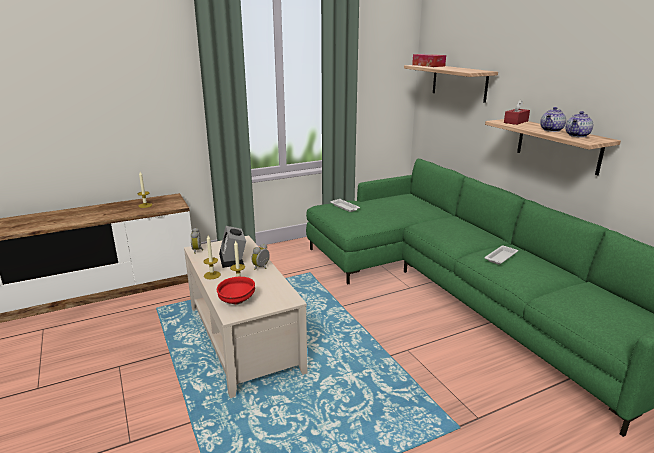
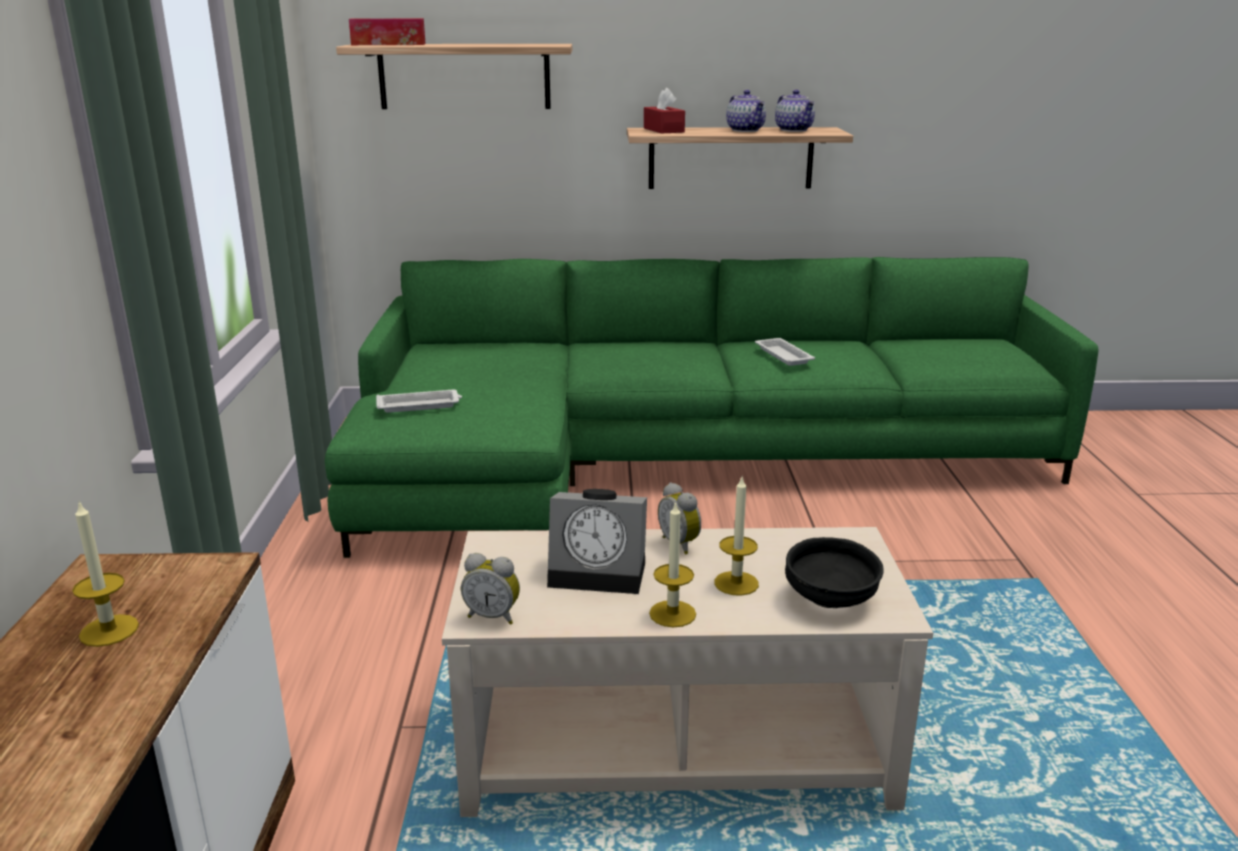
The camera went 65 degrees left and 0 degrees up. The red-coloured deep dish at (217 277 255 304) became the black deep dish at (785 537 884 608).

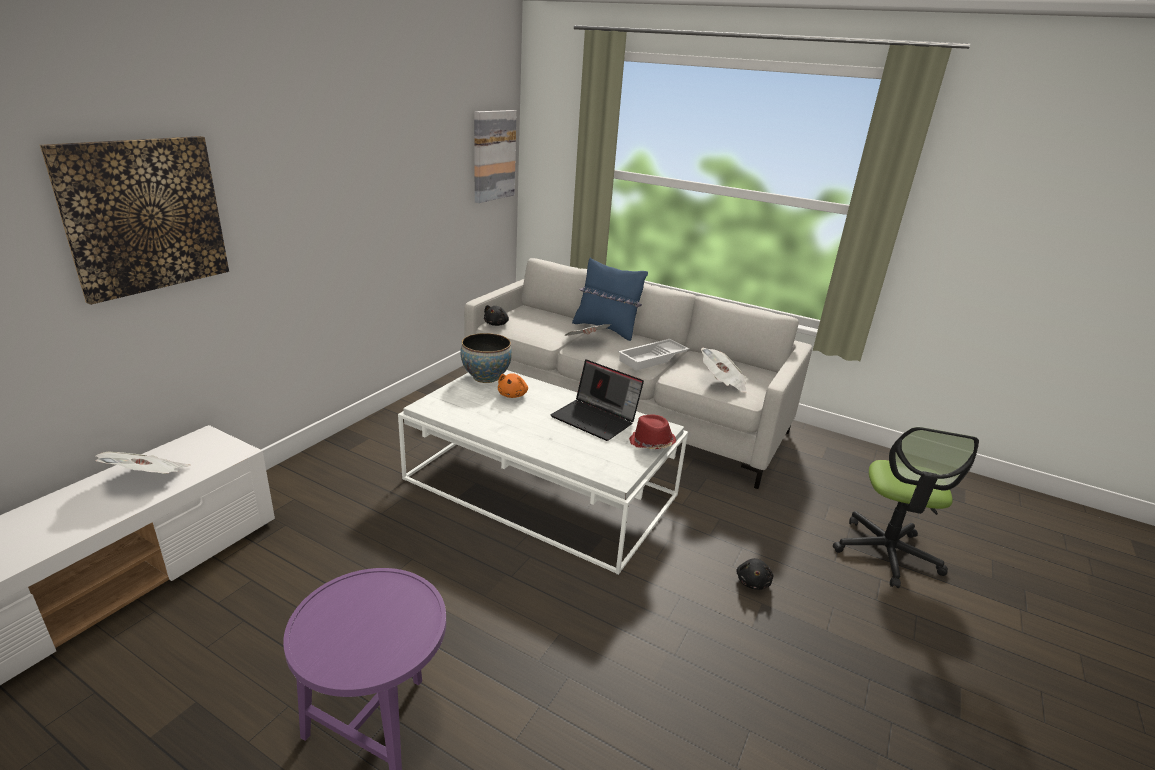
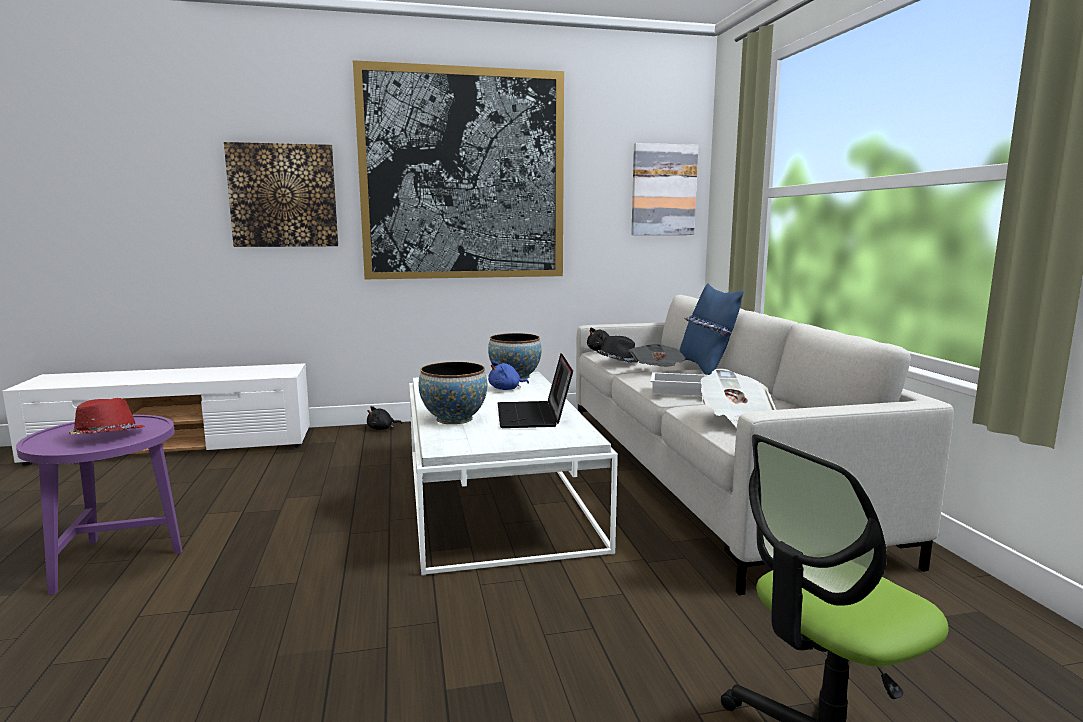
The camera went 50 degrees right and 15 degrees down. The red-coloured clothing hat moved from (629 414 676 449) to (69 398 145 434). The picture at (353 60 564 279) appeared. The black soft toy moved from (736 558 773 590) to (367 406 402 430). The deep dish at (419 362 487 424) appeared. The orange soft toy at (498 373 528 398) became the blue soft toy at (488 361 529 390). The black clothing hat at (596 336 638 363) appeared. The daily paper at (95 452 191 474) disappeared.

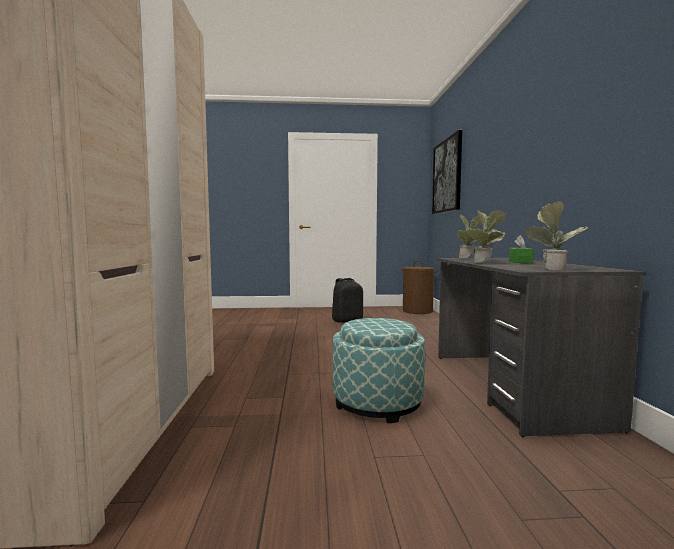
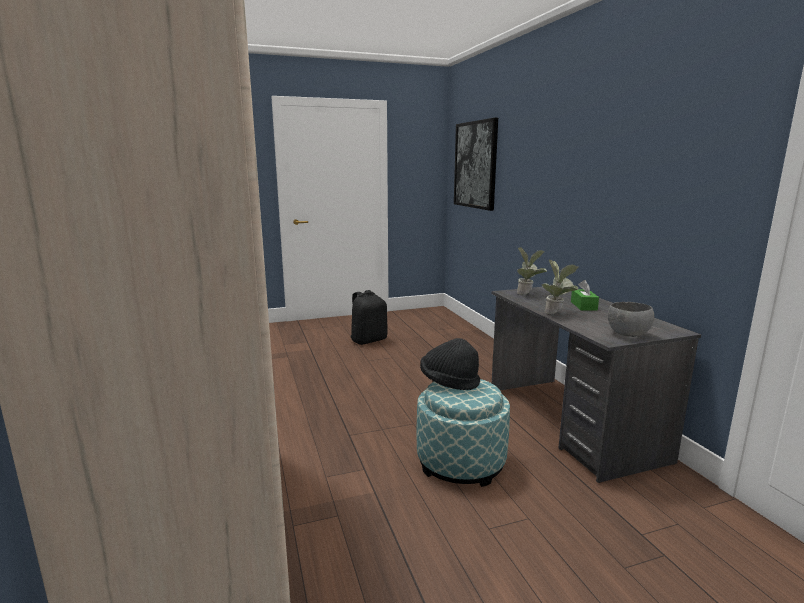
The camera went 15 degrees left and 10 degrees up. The black clothing hat at (420 338 480 390) appeared. The houseplant at (524 201 588 271) was replaced by the greyish deep dish at (608 302 654 337). The brown-coloured hamper at (400 261 438 314) disappeared.

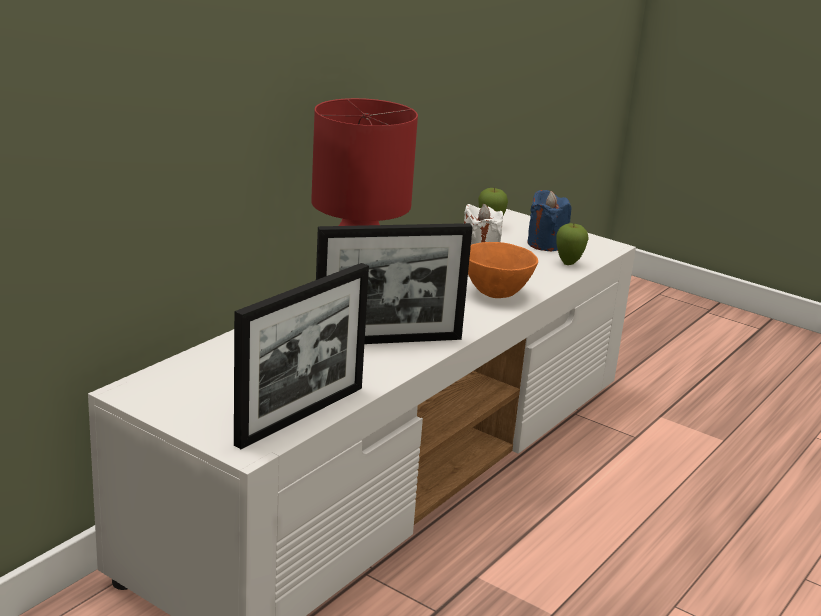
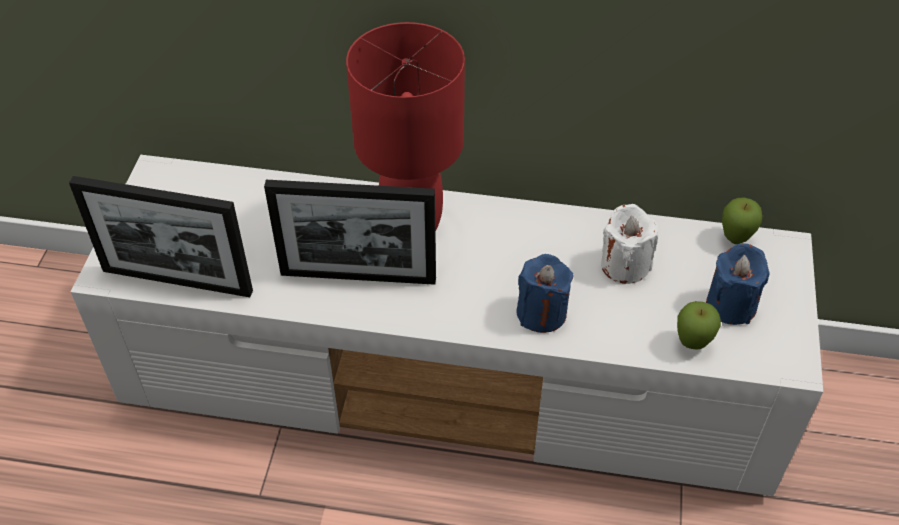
The camera went 65 degrees right and 25 degrees up. The photo frame at (316 223 473 344) turned 45 degrees counterclockwise. The orange deep dish at (468 242 538 298) was replaced by the blue wax candle at (516 254 573 333).

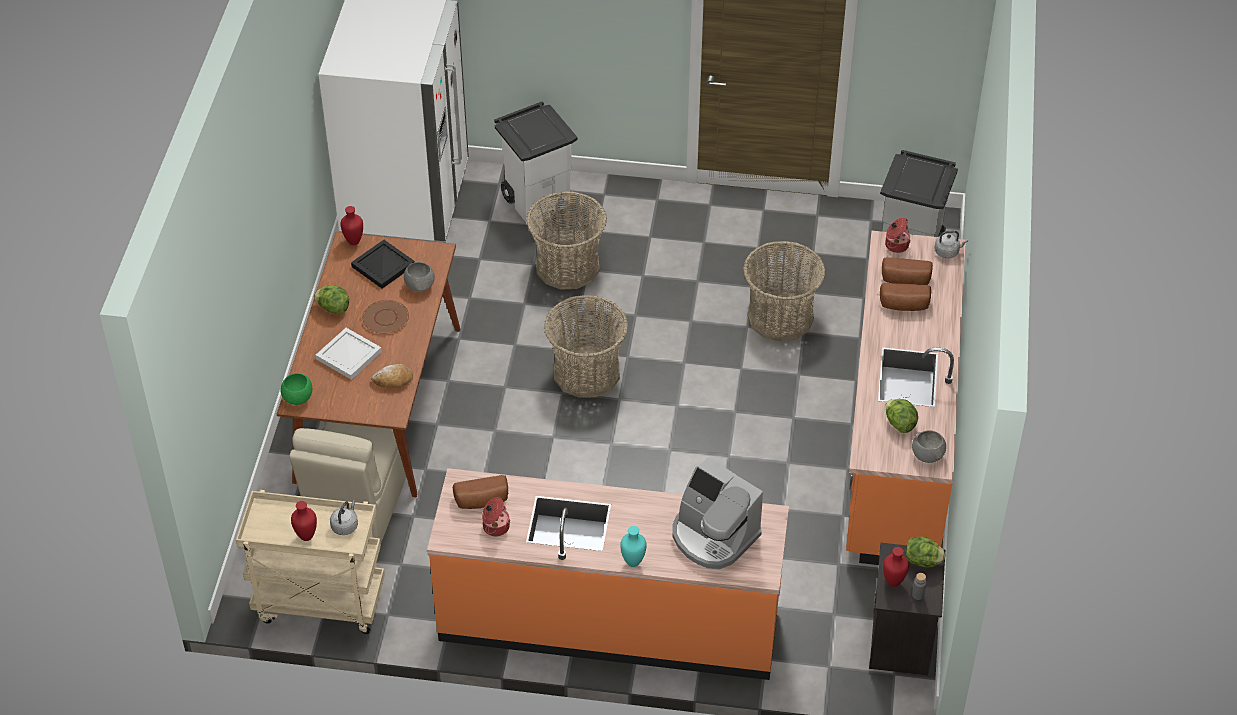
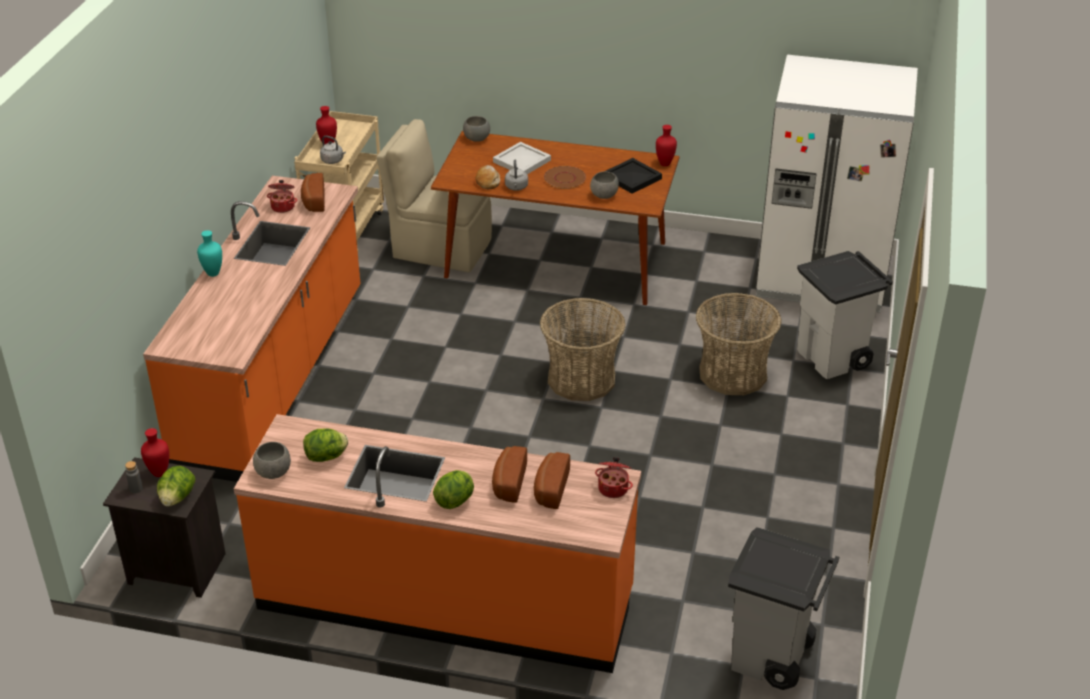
The camera went 95 degrees right and 10 degrees down. The head of lettuce moved from (314 285 349 314) to (433 470 474 509). The greenish deep dish at (280 373 312 405) became the greyish deep dish at (463 116 490 142). The greyish kettle moved from (934 230 968 258) to (505 160 528 191). The coffee machine at (672 458 763 569) disappeared. The storage basket at (743 241 825 342) disappeared.

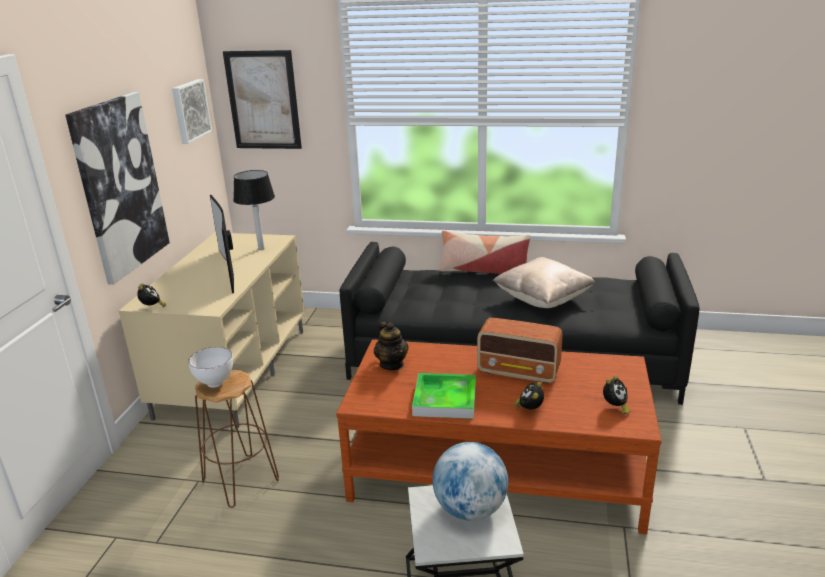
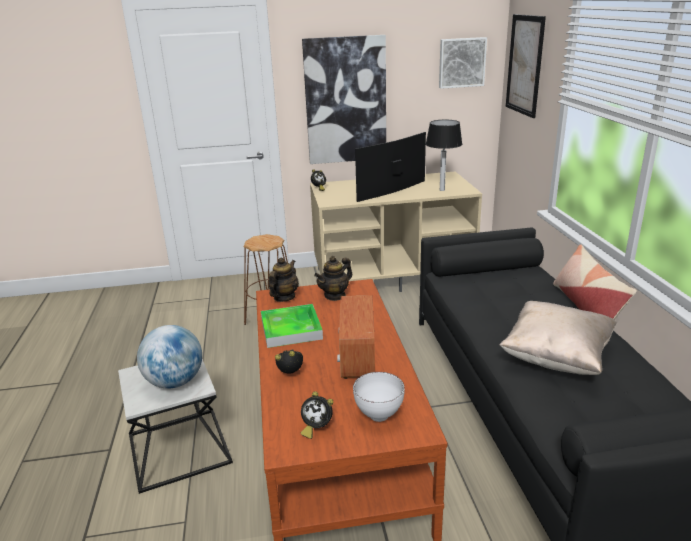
The camera went 70 degrees right and 0 degrees up. The tea pot at (268 258 299 302) appeared. The white deep dish moved from (188 347 233 388) to (353 372 405 422).

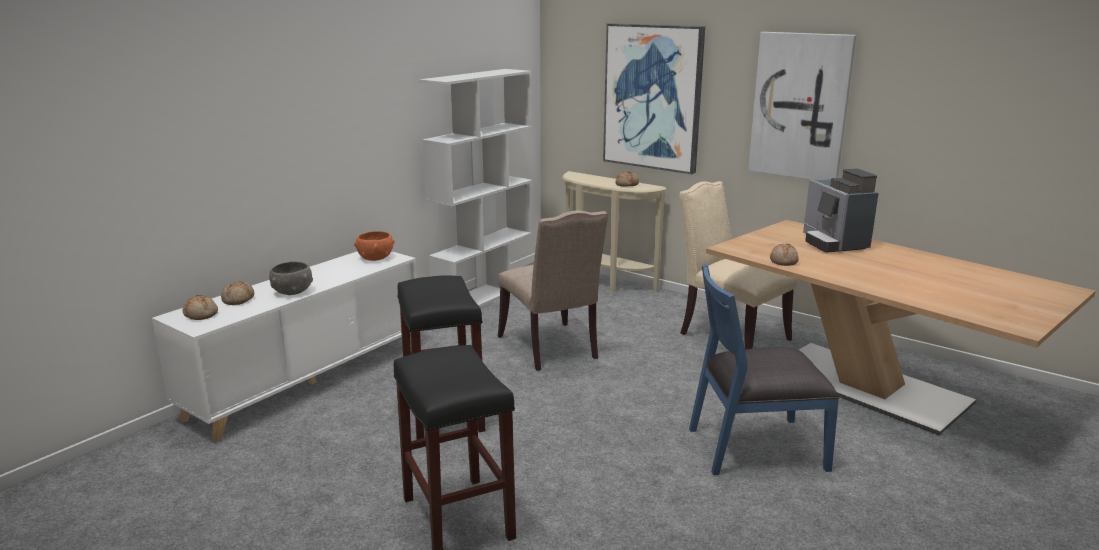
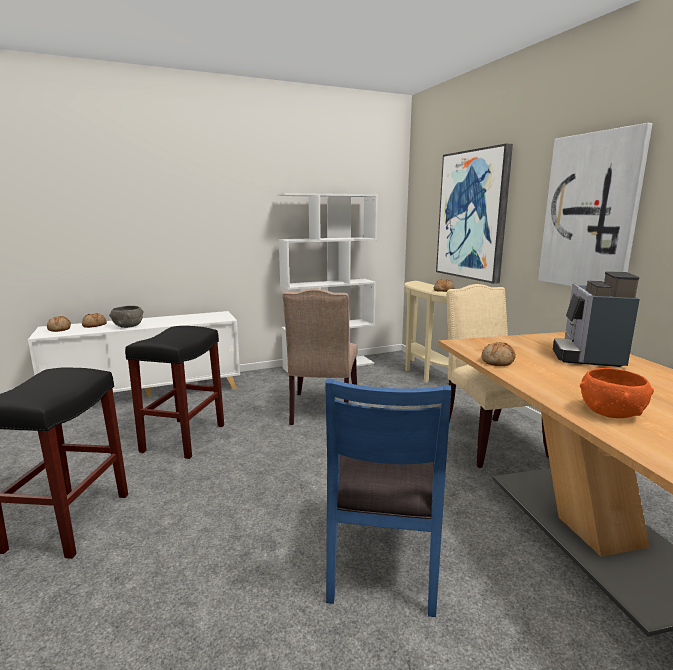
The camera went 30 degrees right and 5 degrees down. The blue upright chair at (689 264 839 475) turned 105 degrees counterclockwise. The orange deep dish moved from (354 231 395 261) to (580 368 654 418).

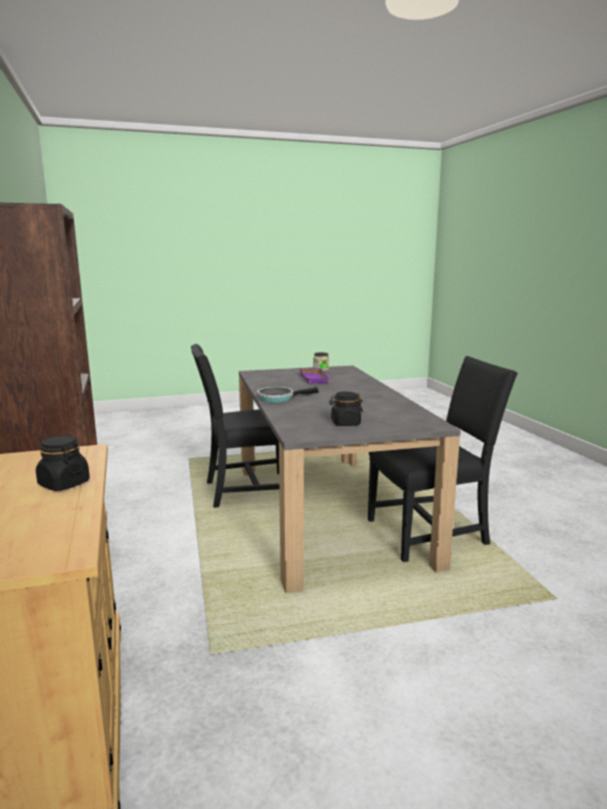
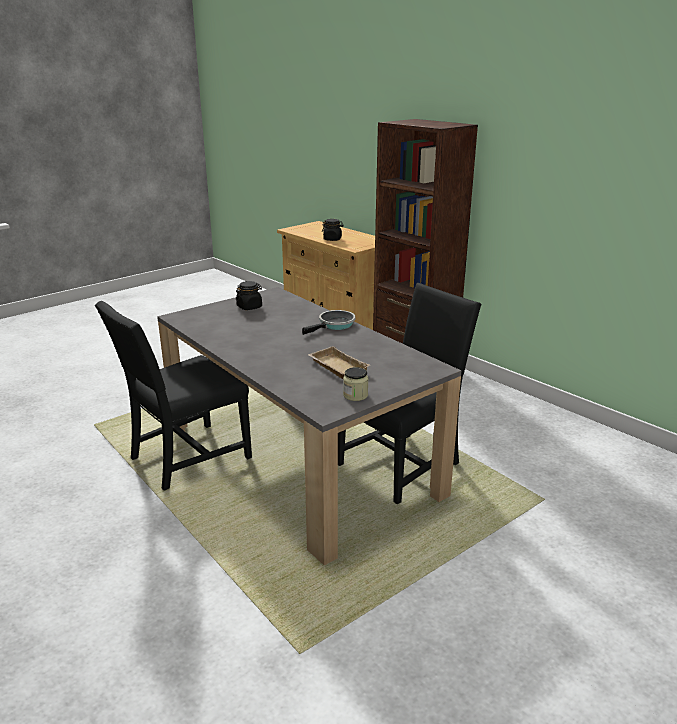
The camera went 155 degrees right and 10 degrees up. The purple-coloured tray at (299 368 332 384) became the sand-coloured tray at (308 346 370 379).

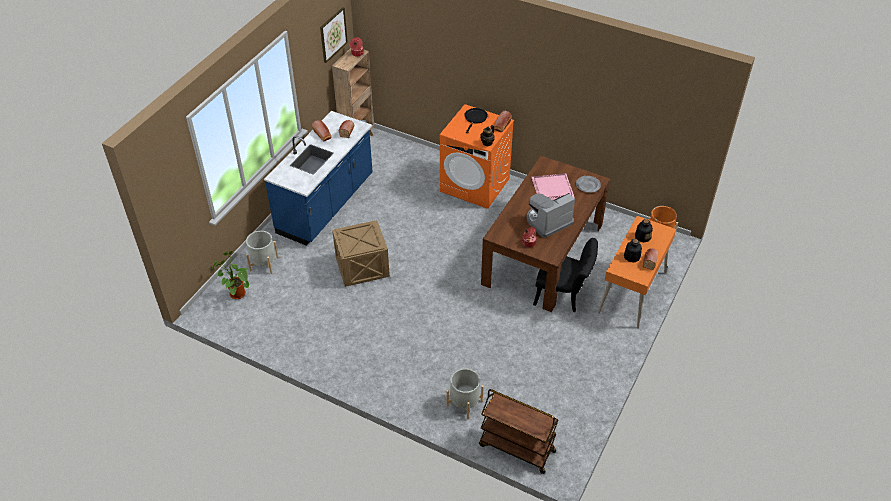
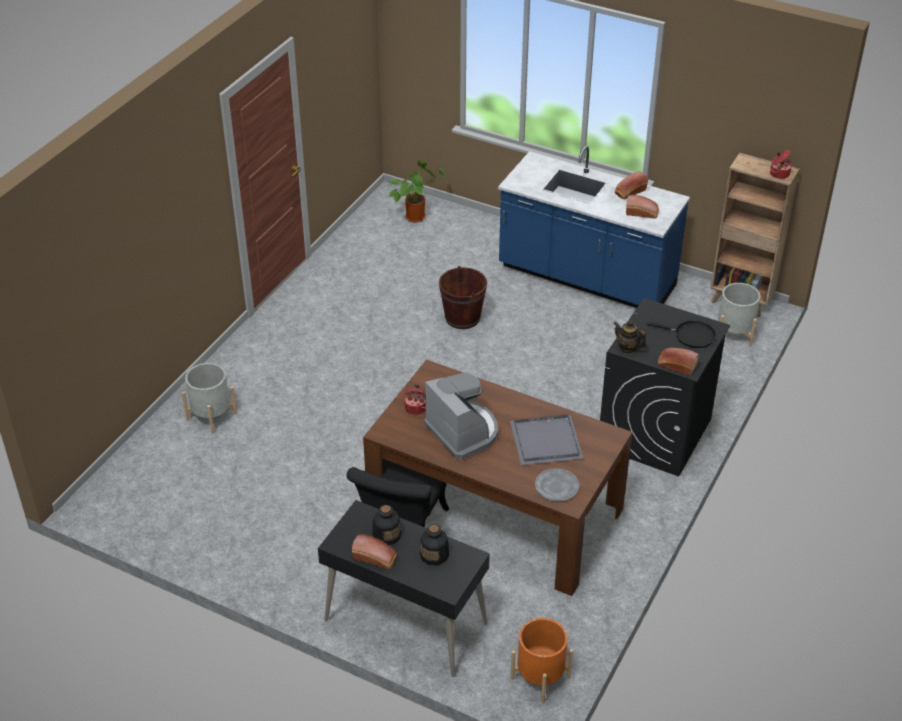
The camera went 90 degrees right and 5 degrees down. The orange desk at (598 216 676 329) became the black desk at (318 500 490 677). The shipping crate at (332 220 390 287) was replaced by the brown-coloured pail at (439 266 487 329). The pink tray at (532 173 575 200) became the greyish tray at (510 415 583 465). The orange laundry machine at (440 104 514 209) became the black laundry machine at (600 298 730 477). The greyish planter moved from (246 231 279 274) to (718 283 761 347). The picture at (320 7 348 63) disappeared. The brown-coloured trolley at (479 389 558 474) disappeared.

